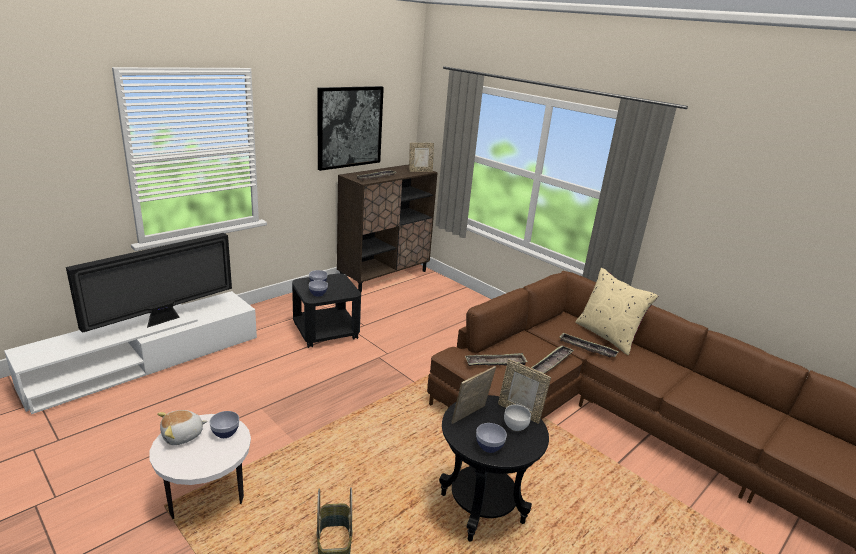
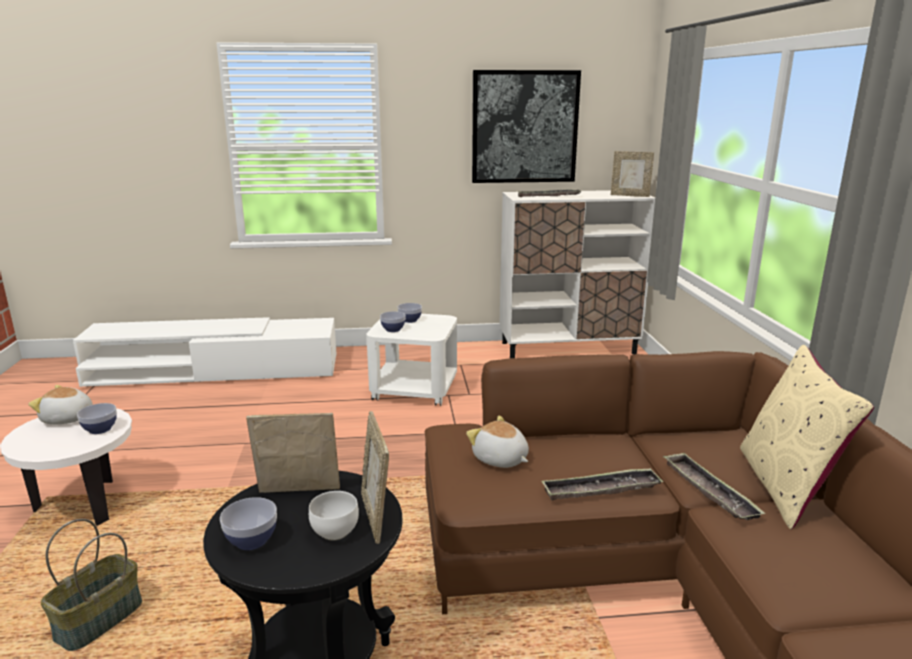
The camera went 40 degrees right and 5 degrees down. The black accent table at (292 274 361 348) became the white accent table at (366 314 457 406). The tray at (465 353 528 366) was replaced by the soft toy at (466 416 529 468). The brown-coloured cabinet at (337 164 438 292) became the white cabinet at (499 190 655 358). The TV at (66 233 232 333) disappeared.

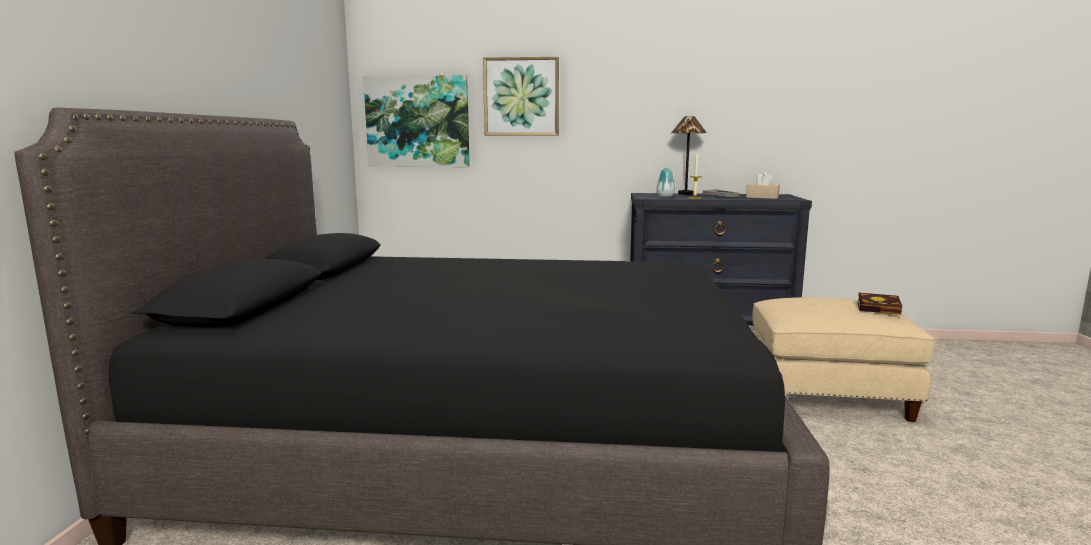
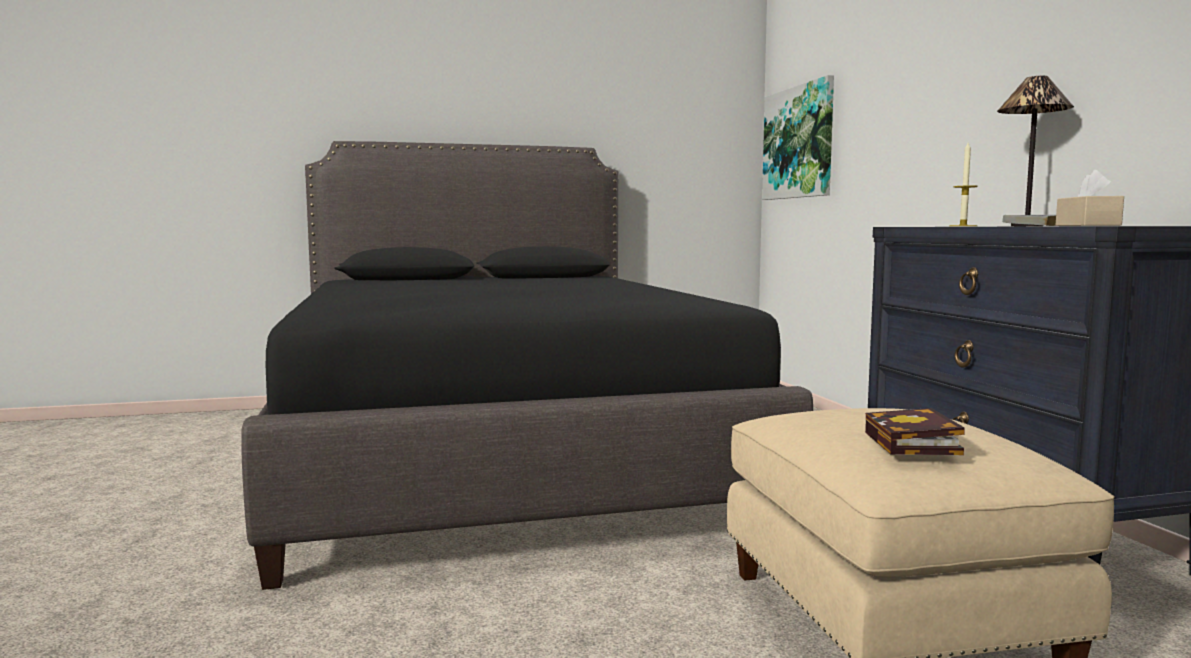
The camera went 70 degrees right and 5 degrees down. The picture at (483 57 559 136) disappeared. The vase at (656 168 675 197) disappeared.

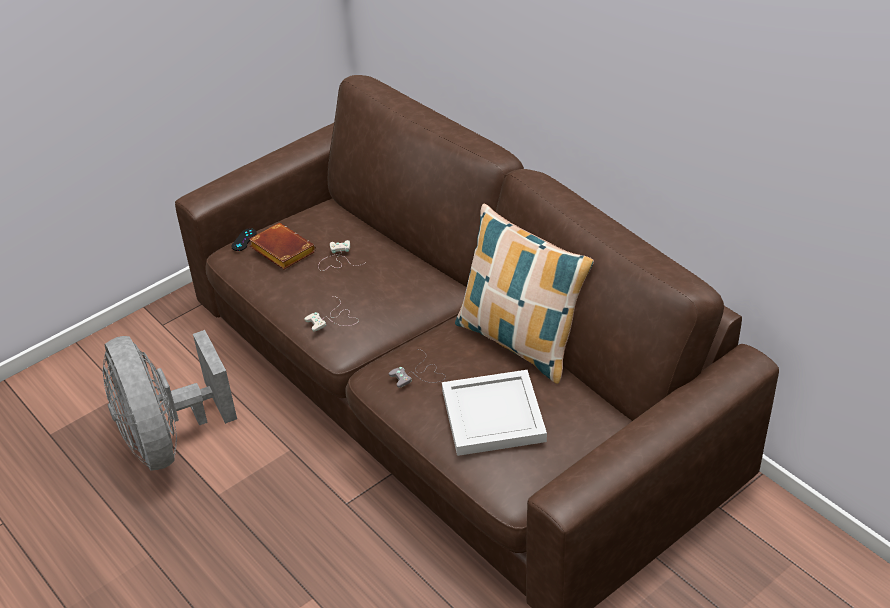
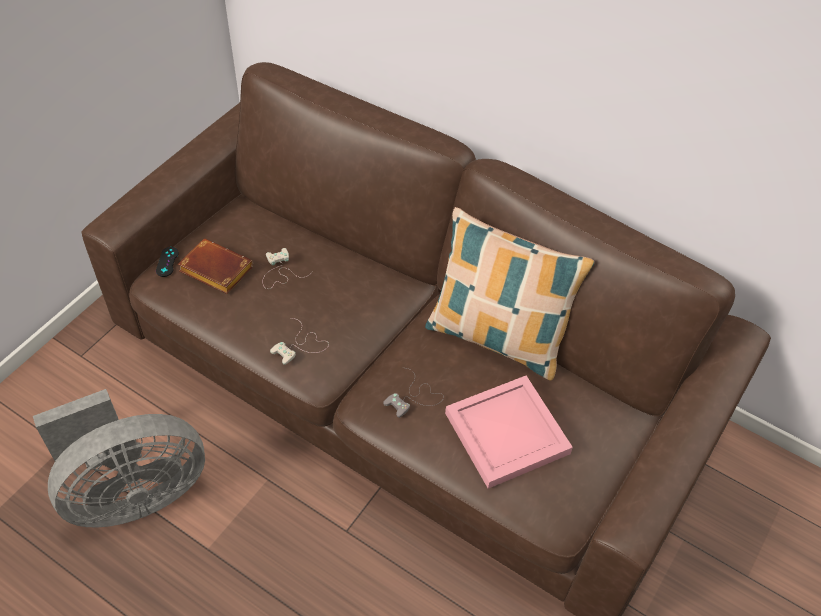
The camera went 20 degrees left and 10 degrees up. The greyish electric fan at (103 330 237 471) turned 75 degrees counterclockwise. The white tray at (442 370 547 456) became the pink tray at (445 376 573 489).

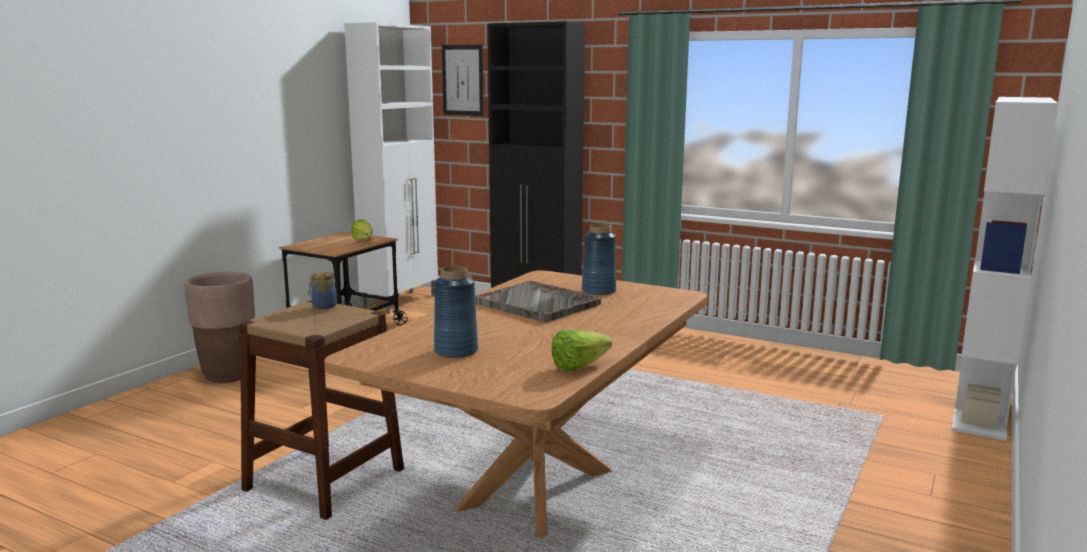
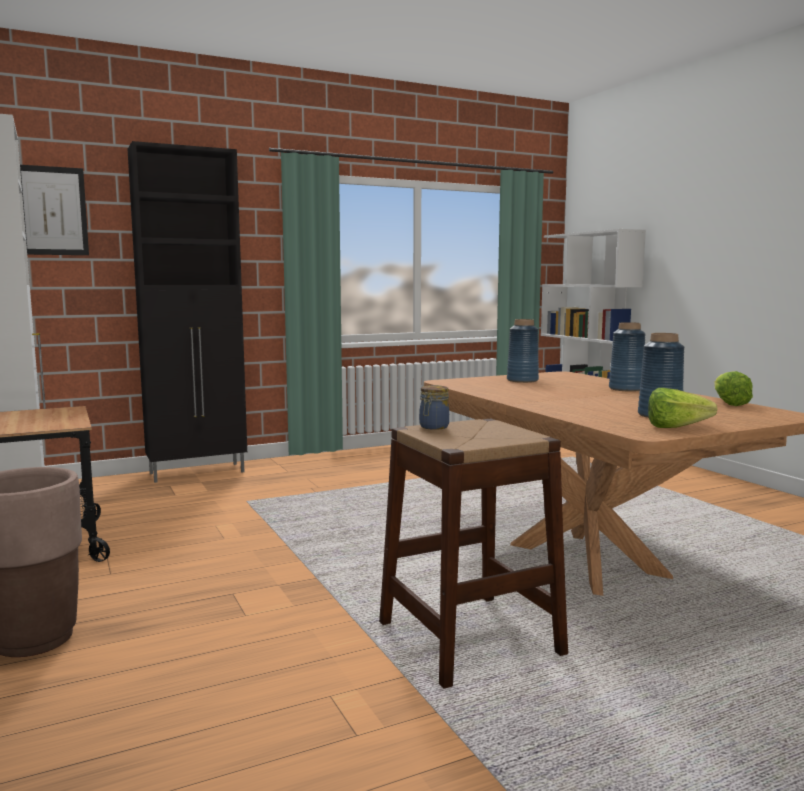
The camera went 55 degrees left and 5 degrees down. The blue vase at (609 322 645 392) appeared. The head of lettuce moved from (351 219 373 240) to (648 388 717 428). The greyish tray at (475 281 601 322) disappeared.

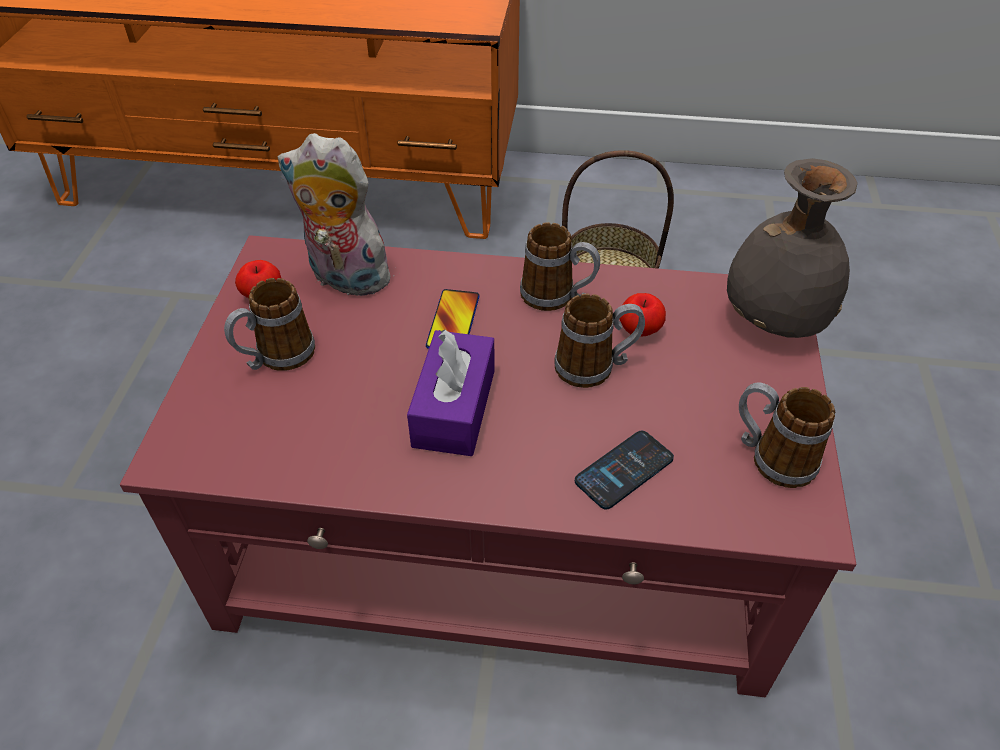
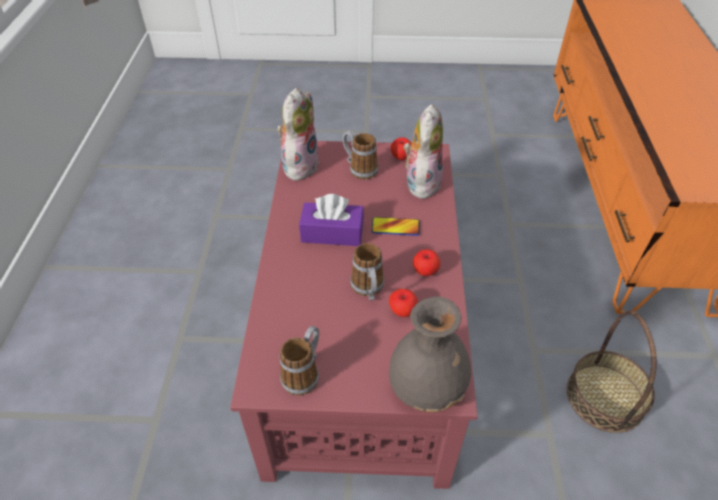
The camera went 85 degrees right and 0 degrees up. The soft toy at (277 88 320 181) appeared. The coffee mug at (520 222 600 311) was replaced by the apple fruit at (413 249 440 276). The phone at (575 431 674 510) disappeared.

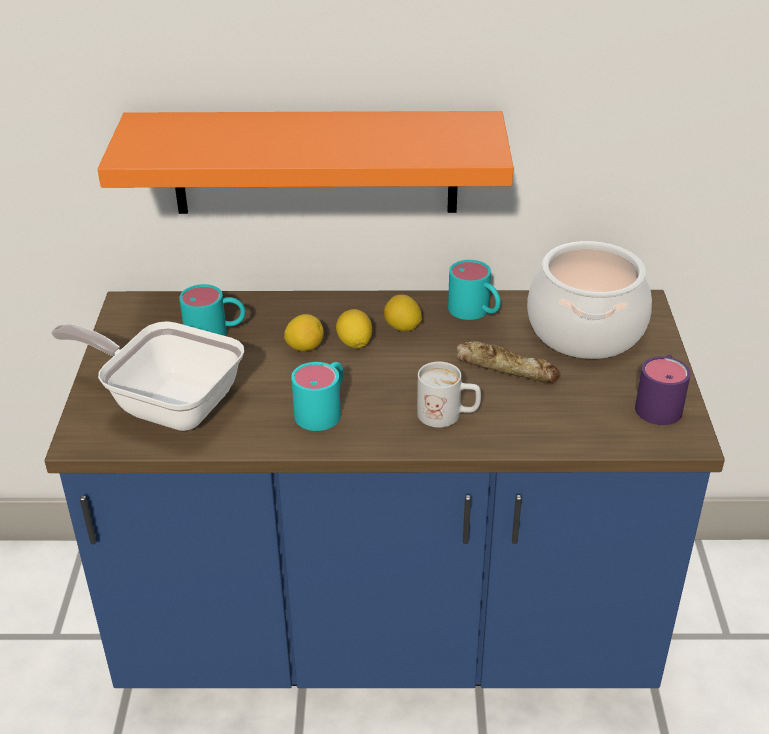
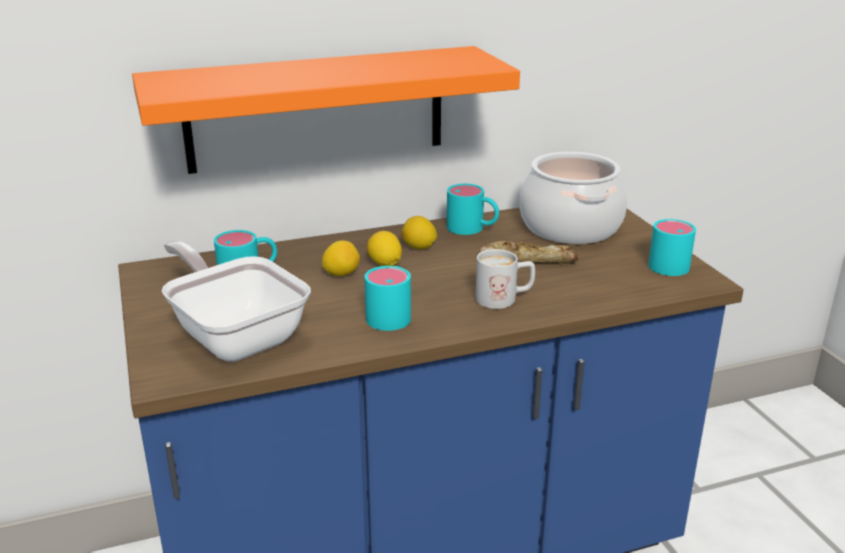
The camera went 20 degrees left and 10 degrees down. The pan at (51 321 244 431) turned 45 degrees clockwise. The purple-coloured coffee mug at (635 354 691 425) became the turquoise coffee mug at (648 219 696 276).

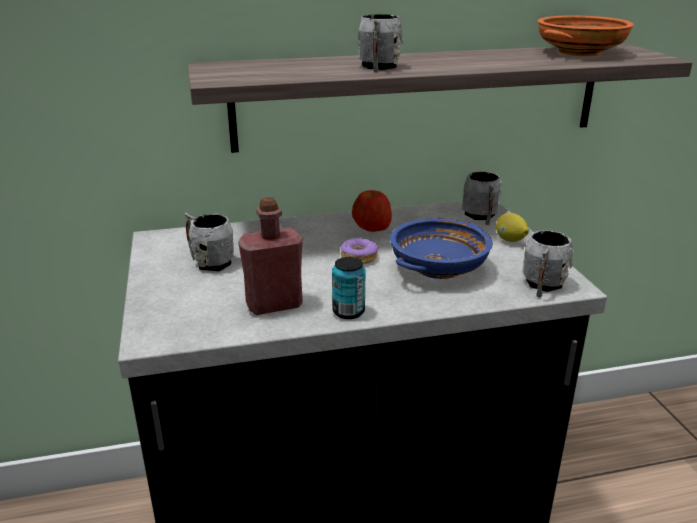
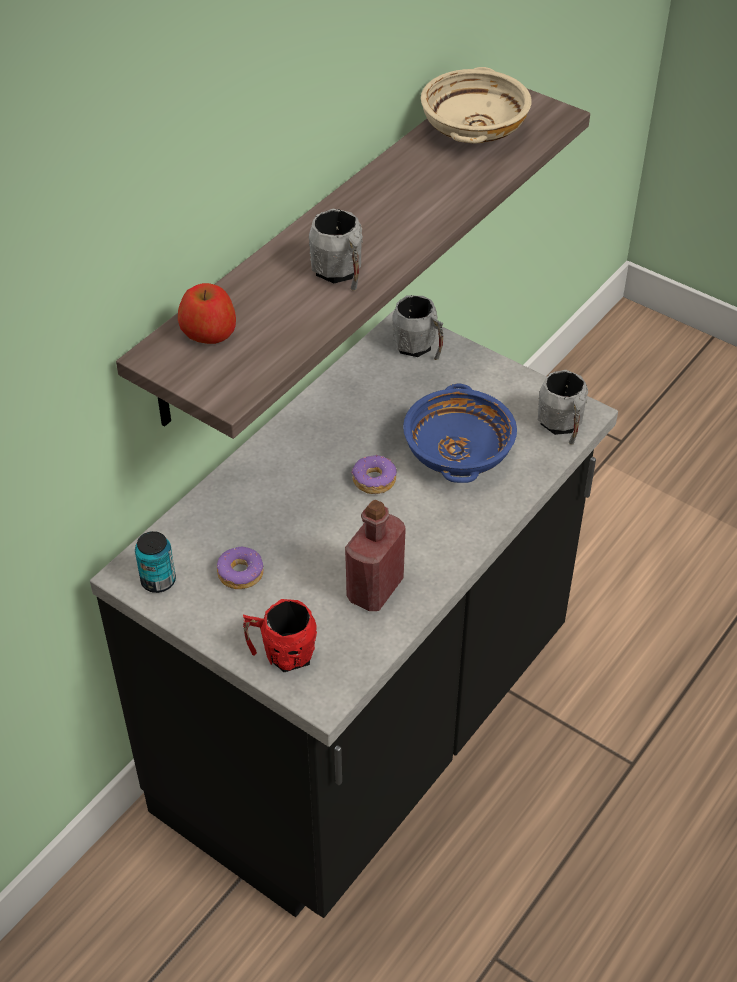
The camera went 40 degrees left and 20 degrees up. The can moved from (332 257 365 319) to (135 531 176 593). The apple fruit moved from (352 190 392 232) to (178 283 236 344). The greyish coffee mug at (185 213 234 271) was replaced by the ring doughnut at (217 547 264 589). The red-coloured coffee mug at (242 599 317 672) appeared. The orange deep dish at (538 15 634 56) became the sand-coloured deep dish at (421 67 532 143). The citrus fruit at (496 213 529 242) disappeared.

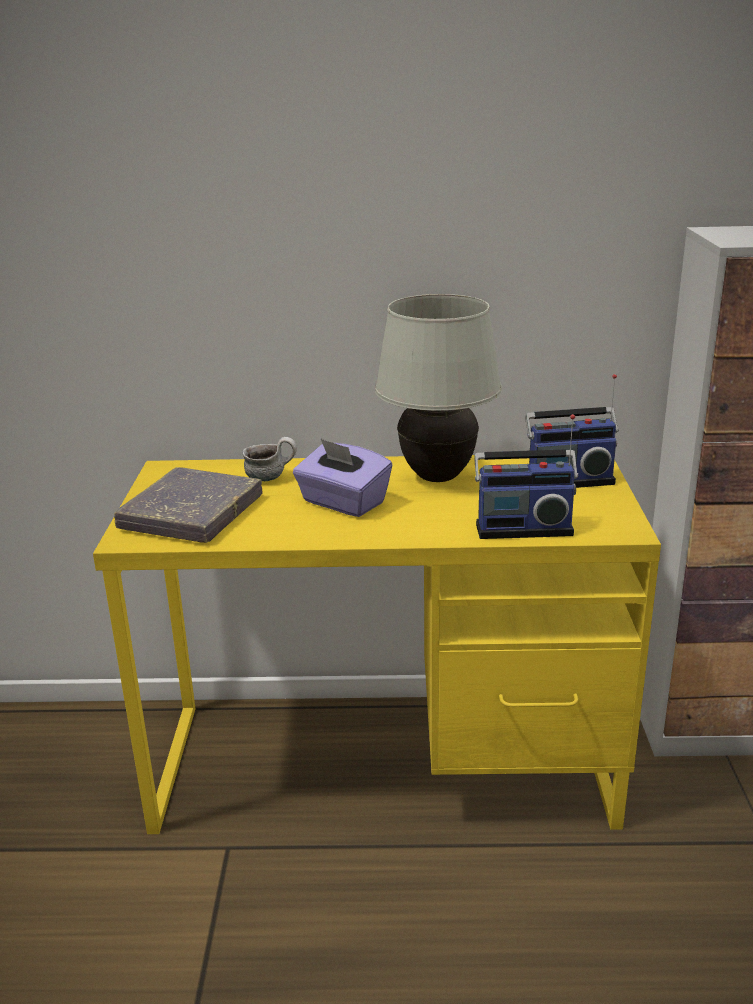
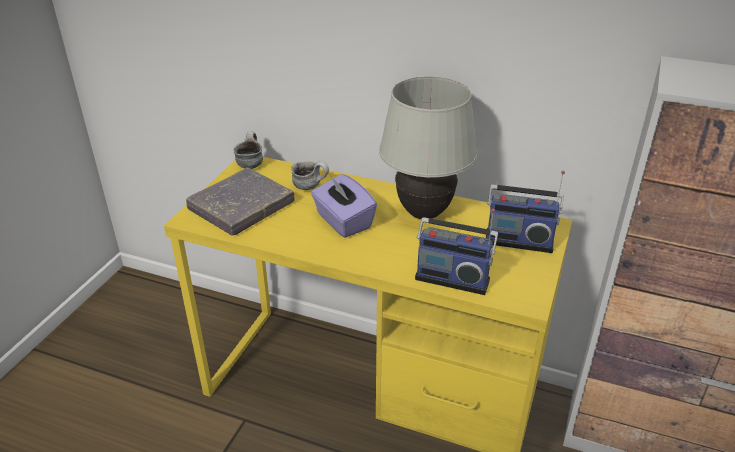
The camera went 20 degrees right and 10 degrees up. The coffee mug at (233 132 263 169) appeared.

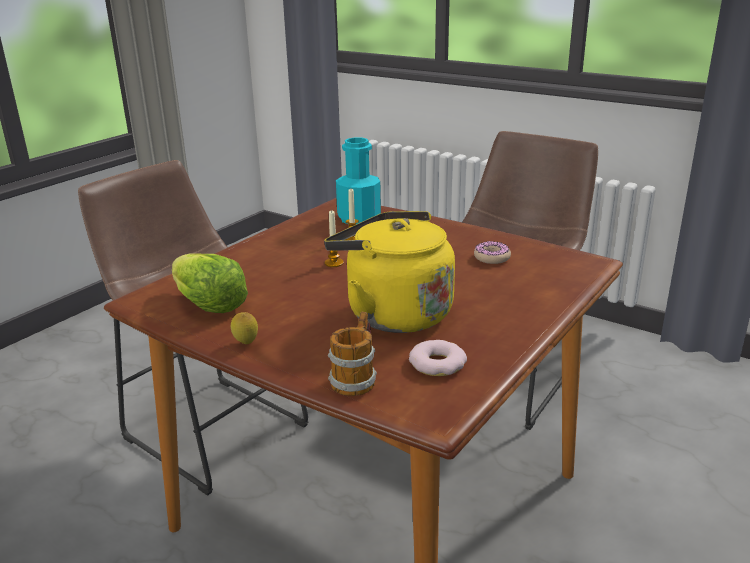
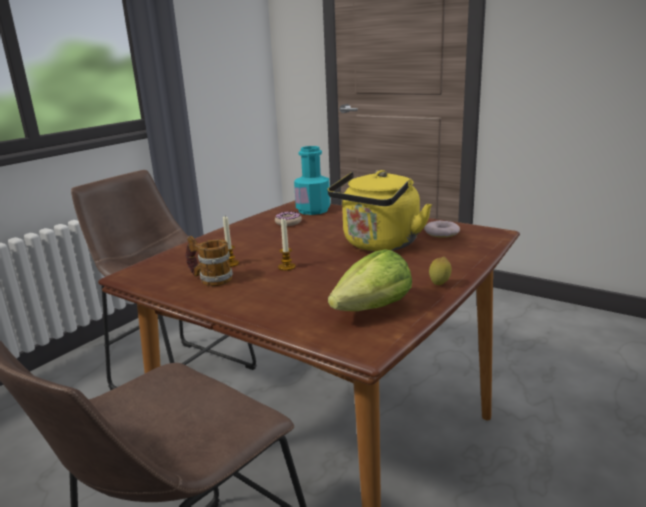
The camera went 90 degrees left and 5 degrees down. The coffee mug moved from (328 312 377 396) to (186 236 233 286). The turquoise drink bottle moved from (336 137 381 224) to (294 146 330 215).

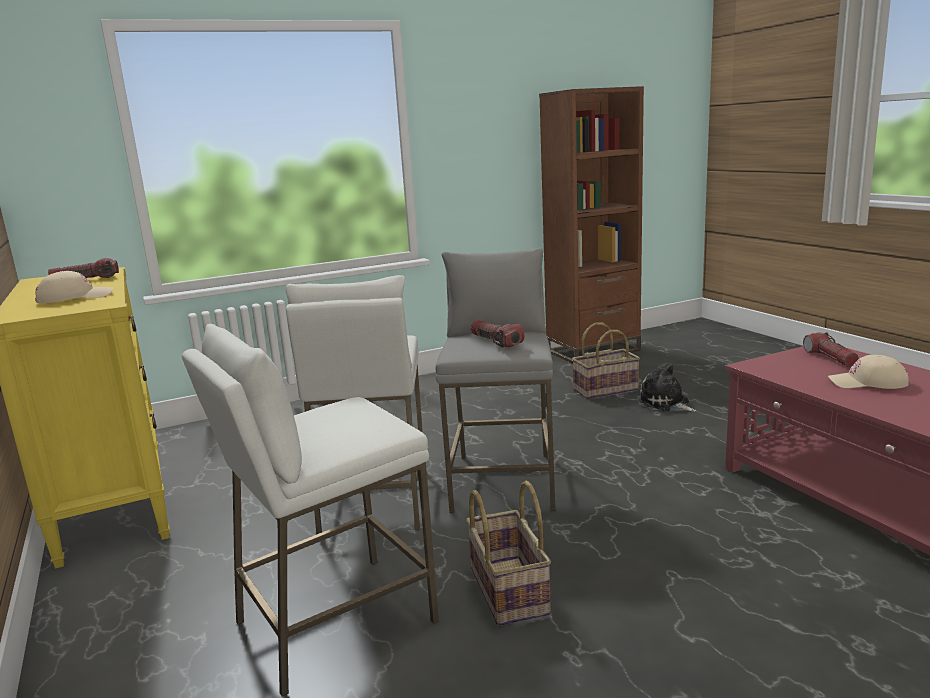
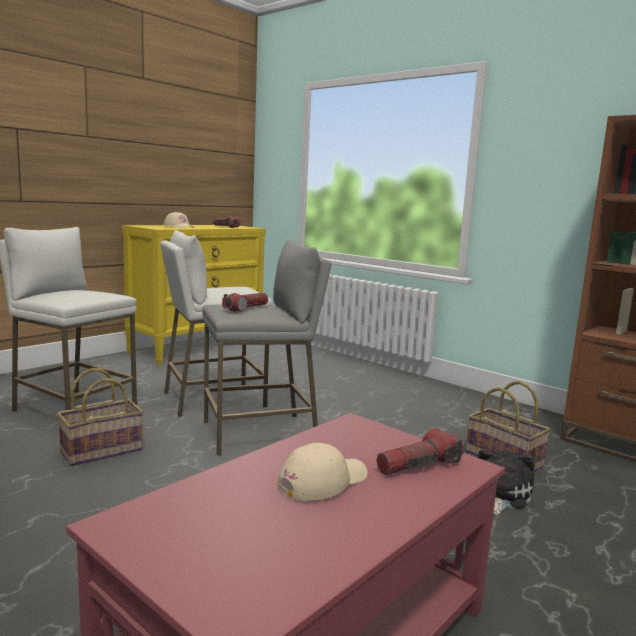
The camera went 65 degrees right and 5 degrees down. The sand-coloured peaked cap at (828 355 909 389) turned 60 degrees clockwise.

